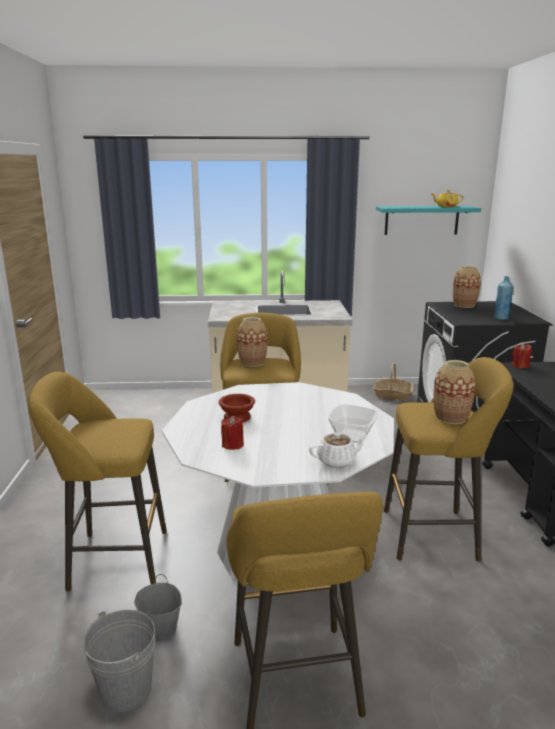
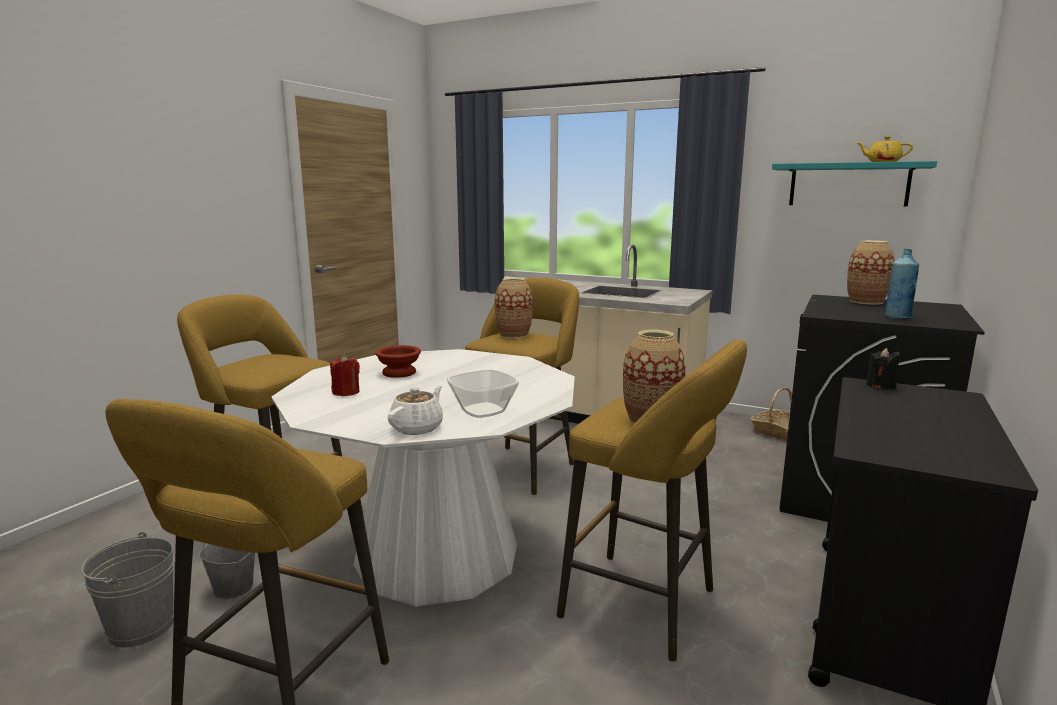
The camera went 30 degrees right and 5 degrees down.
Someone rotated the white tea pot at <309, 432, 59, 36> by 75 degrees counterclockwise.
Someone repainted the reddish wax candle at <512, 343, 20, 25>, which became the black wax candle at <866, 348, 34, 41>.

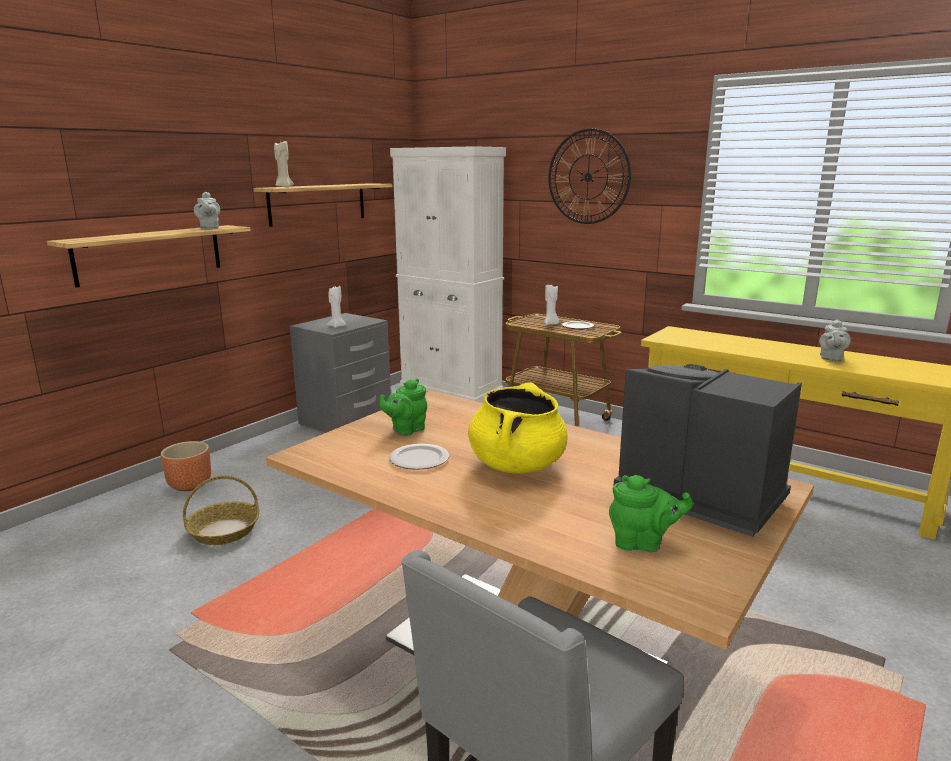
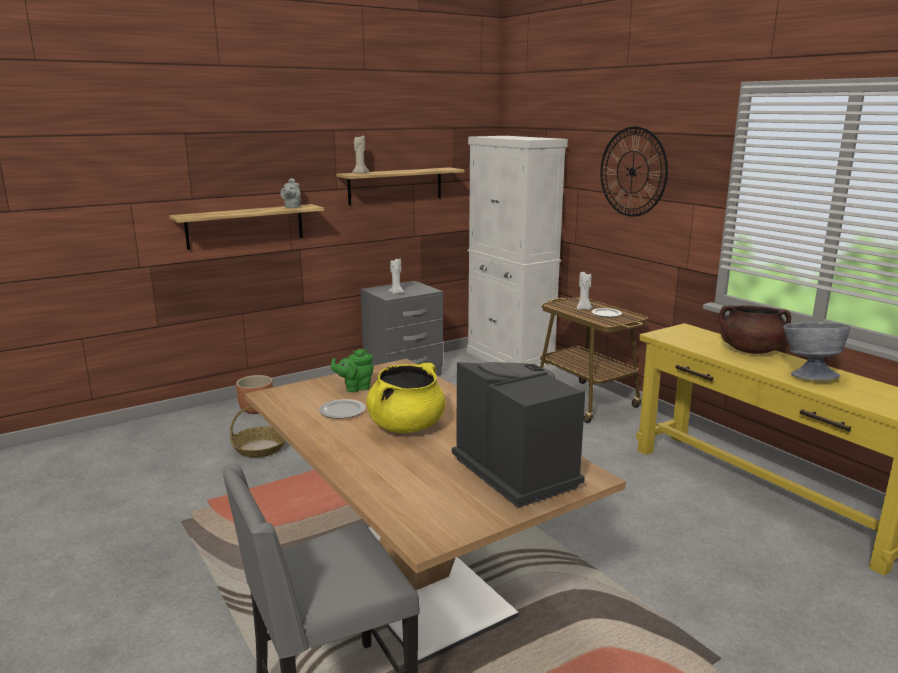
The camera went 20 degrees right and 0 degrees up.
Someone took away the green-coloured tea pot at <609, 475, 84, 77>.
Someone swapped the grey tea pot at <819, 319, 32, 43> for the grey bowl at <783, 322, 68, 58>.
Someone put down the brown saucepot at <719, 305, 72, 49>.

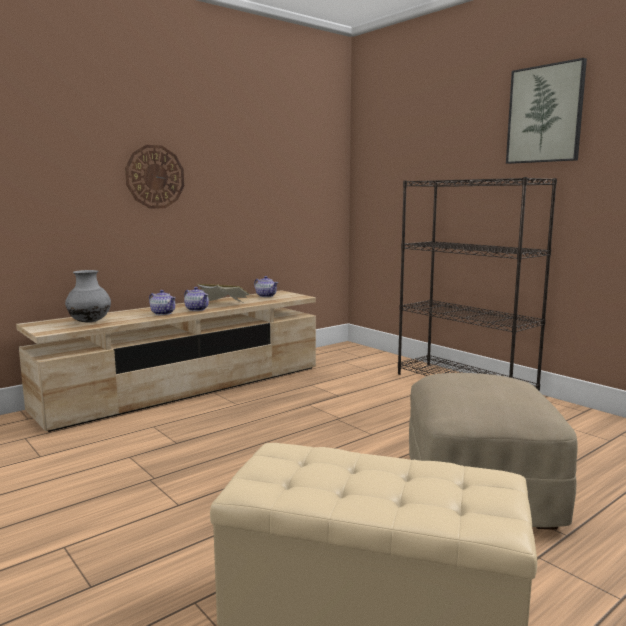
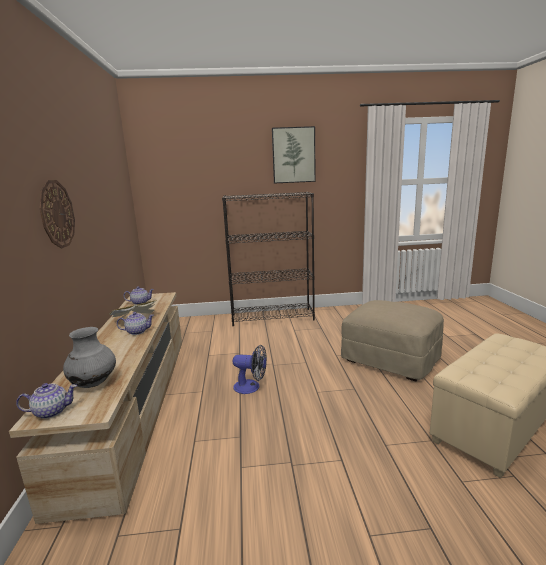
The camera went 55 degrees left and 5 degrees up.
Someone carried the tea pot from <149, 290, 27, 25> to <16, 383, 61, 36>.
Someone put down the electric fan at <232, 345, 35, 49>.

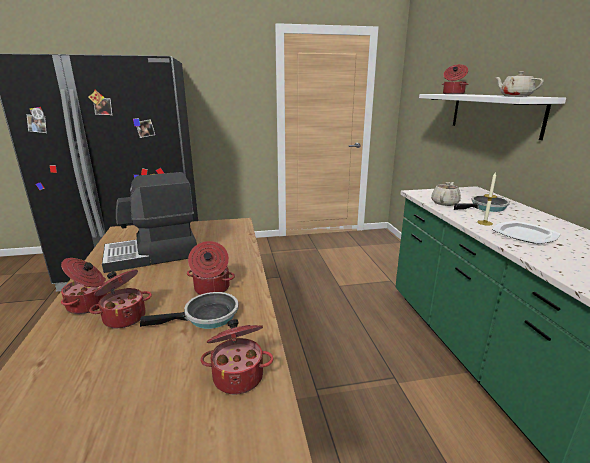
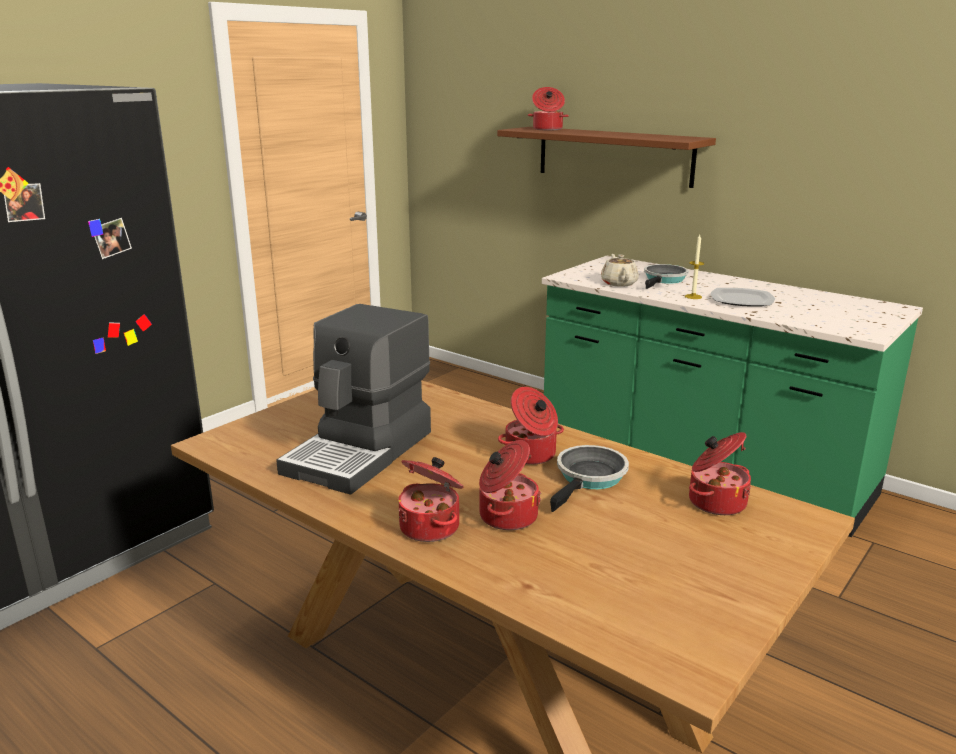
The camera went 40 degrees left and 0 degrees up.
Someone repainted the white bracket shelf at <419, 94, 147, 46>, which became the brown bracket shelf at <497, 127, 219, 61>.
Someone took away the beige-coloured tea pot at <495, 71, 49, 26>.

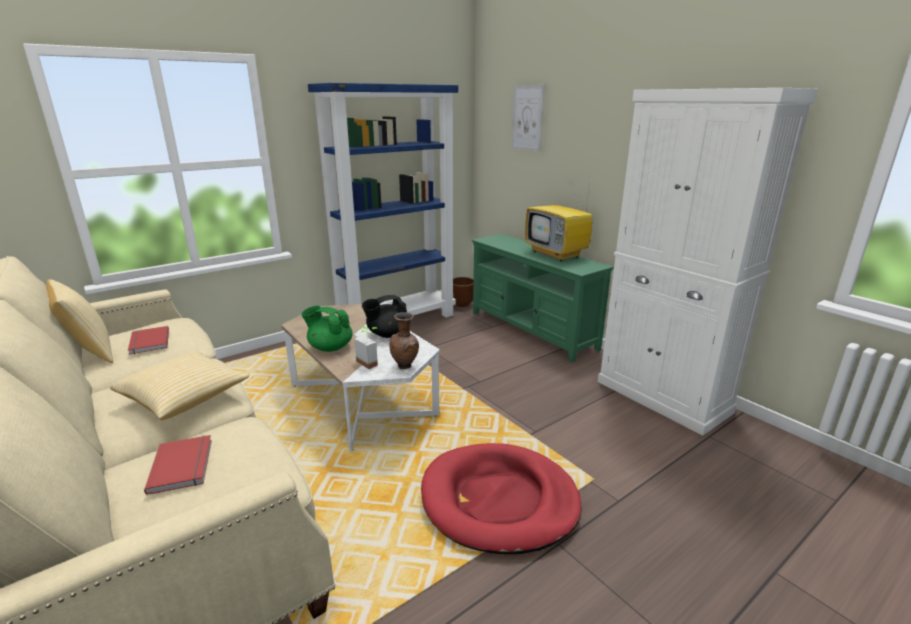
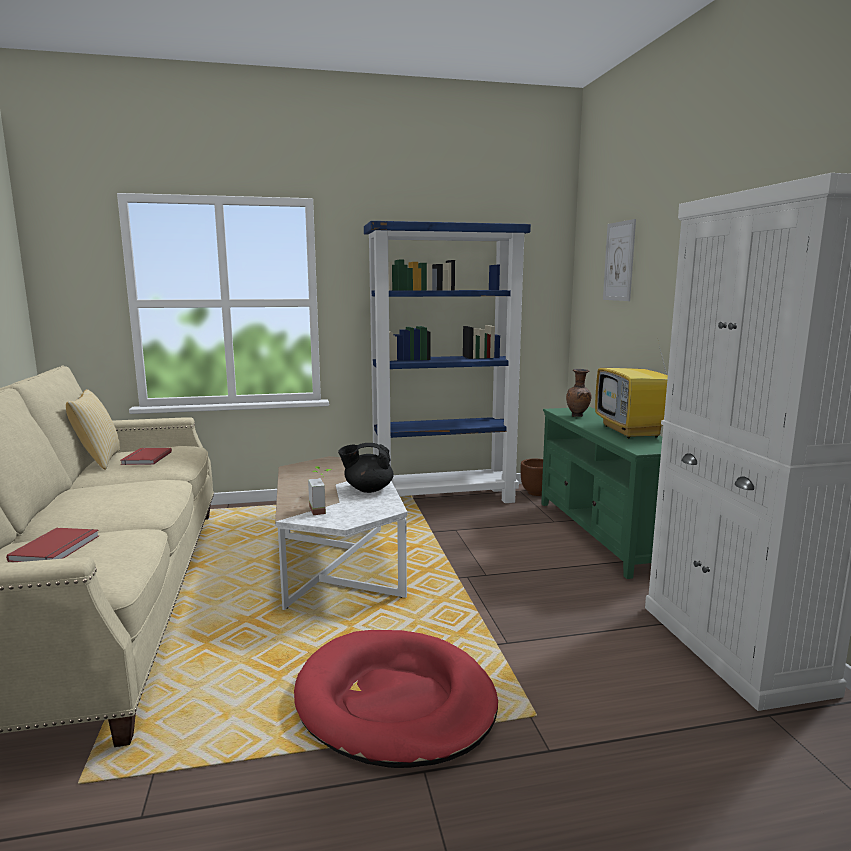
The camera went 25 degrees right and 10 degrees down.
Someone took away the throw pillow at <110, 352, 139, 68>.
Someone took away the green-coloured tea pot at <301, 306, 52, 46>.
Someone carried the brown decorative vase from <389, 312, 30, 58> to <566, 369, 26, 48>.

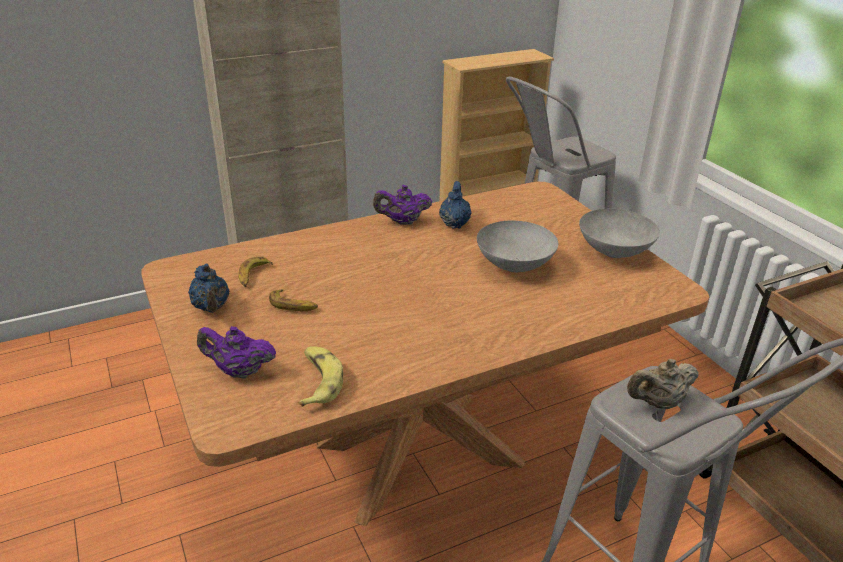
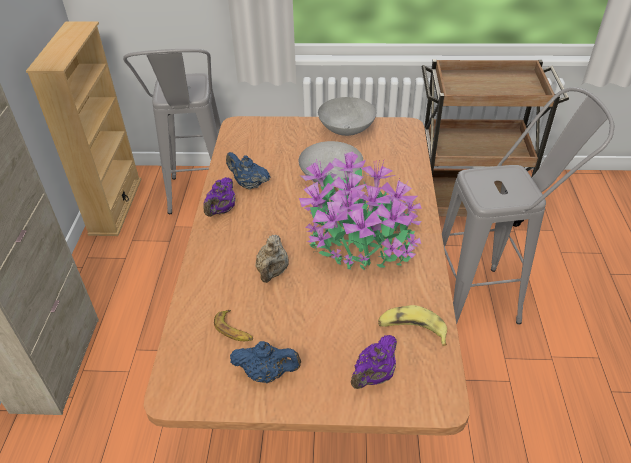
The camera went 60 degrees left and 10 degrees up.
Someone took away the banana fruit at <269, 289, 49, 22>.
Someone carried the beige-coloured tea pot from <627, 359, 72, 50> to <255, 235, 34, 48>.
Someone put down the potted plant at <299, 152, 123, 118>.

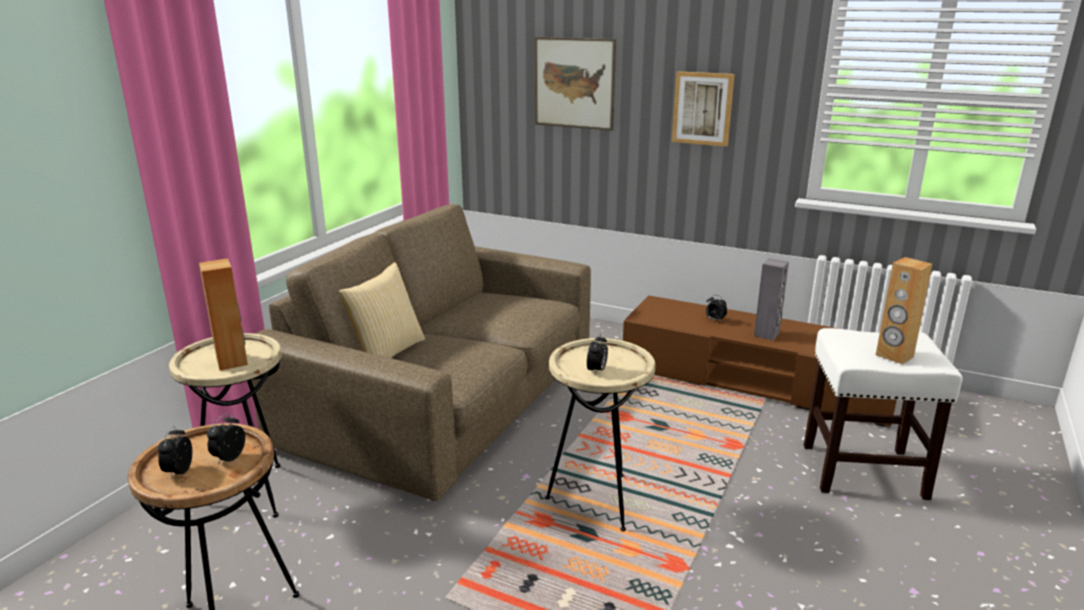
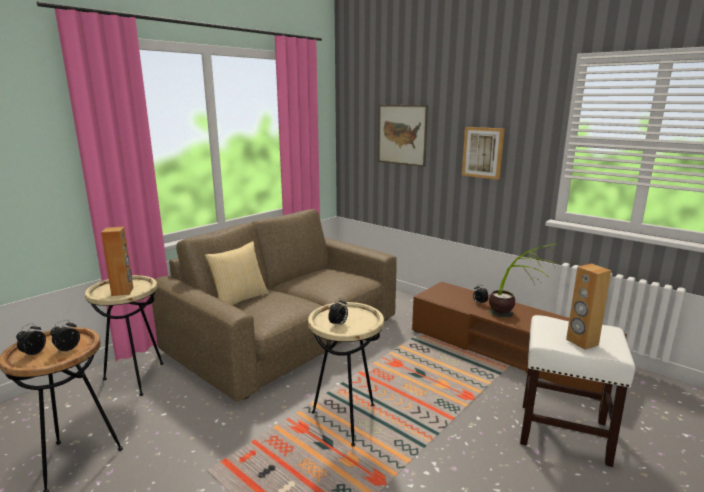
The camera went 15 degrees right and 5 degrees down.
Someone swapped the grey audio speaker at <754, 258, 35, 83> for the potted plant at <489, 243, 69, 75>.

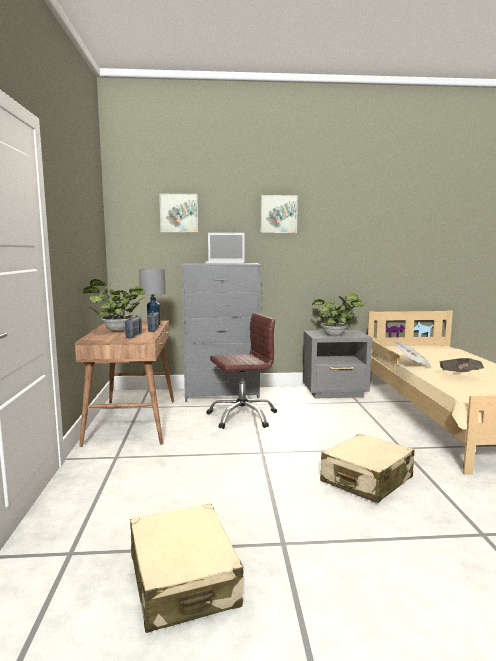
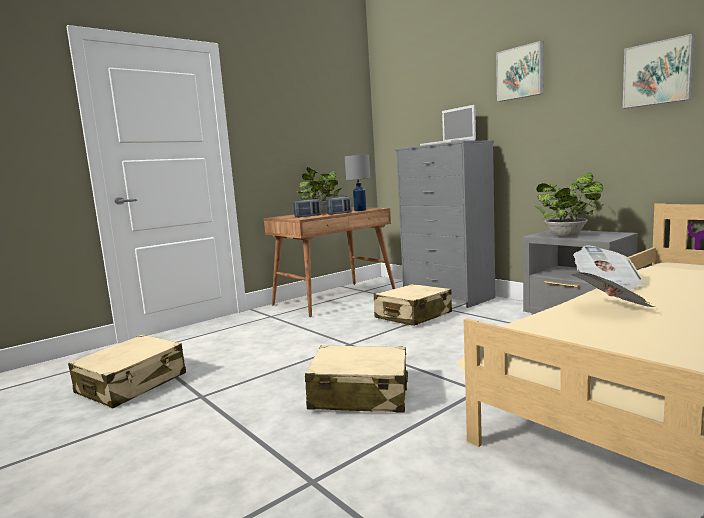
The camera went 55 degrees right and 0 degrees up.
Someone carried the wall picture from <159, 194, 39, 38> to <623, 34, 71, 74>.
Someone swapped the brown office chair at <206, 313, 71, 116> for the beige-coloured suitcase at <374, 284, 78, 42>.

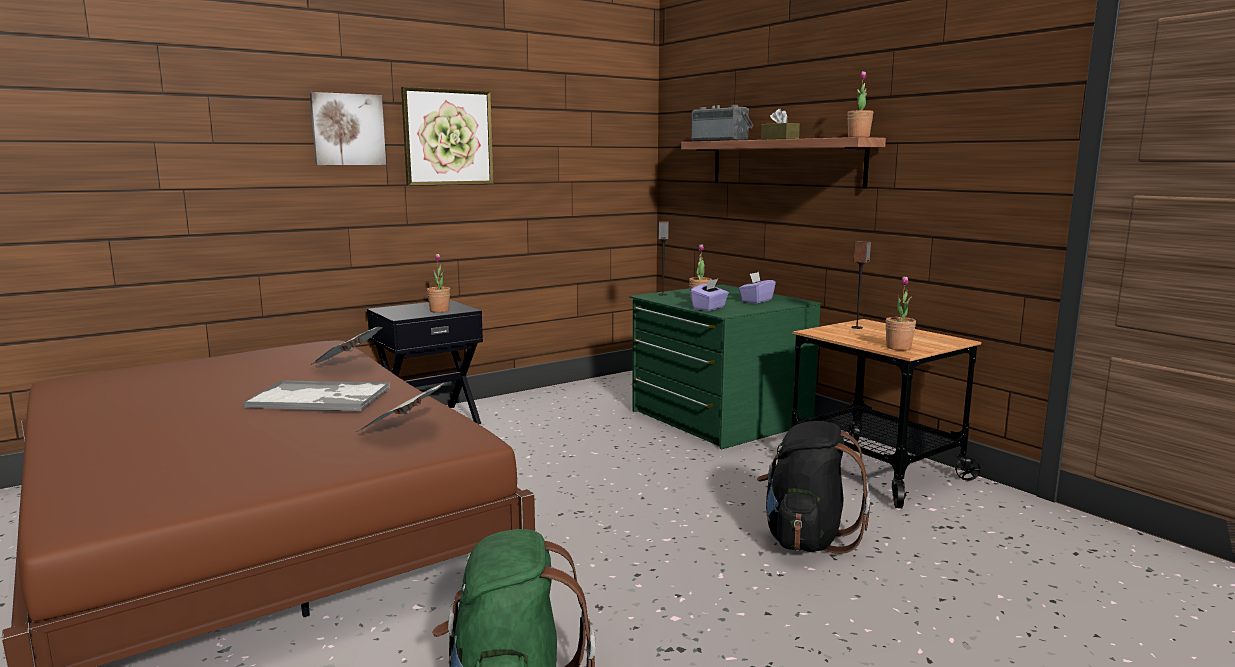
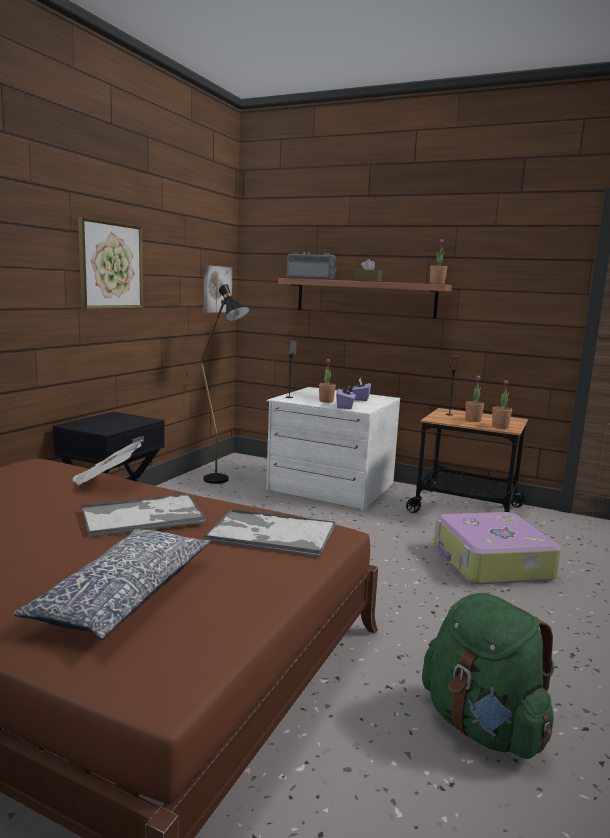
The camera went 30 degrees left and 0 degrees up.
Someone carried the wall picture from <310, 92, 76, 73> to <204, 265, 28, 48>.
Someone swapped the daily paper at <356, 382, 91, 50> for the serving tray at <204, 509, 131, 49>.
Someone carried the potted plant from <427, 254, 23, 59> to <465, 375, 19, 47>.
Someone repainted the green-coloured chest of drawers at <629, 284, 192, 165>, which became the white chest of drawers at <266, 387, 134, 123>.
Someone swapped the black rucksack at <757, 421, 114, 133> for the suitcase at <434, 512, 127, 73>.
Someone put down the throw pillow at <13, 529, 197, 111>.
Someone put down the black floor lamp at <201, 284, 49, 200>.

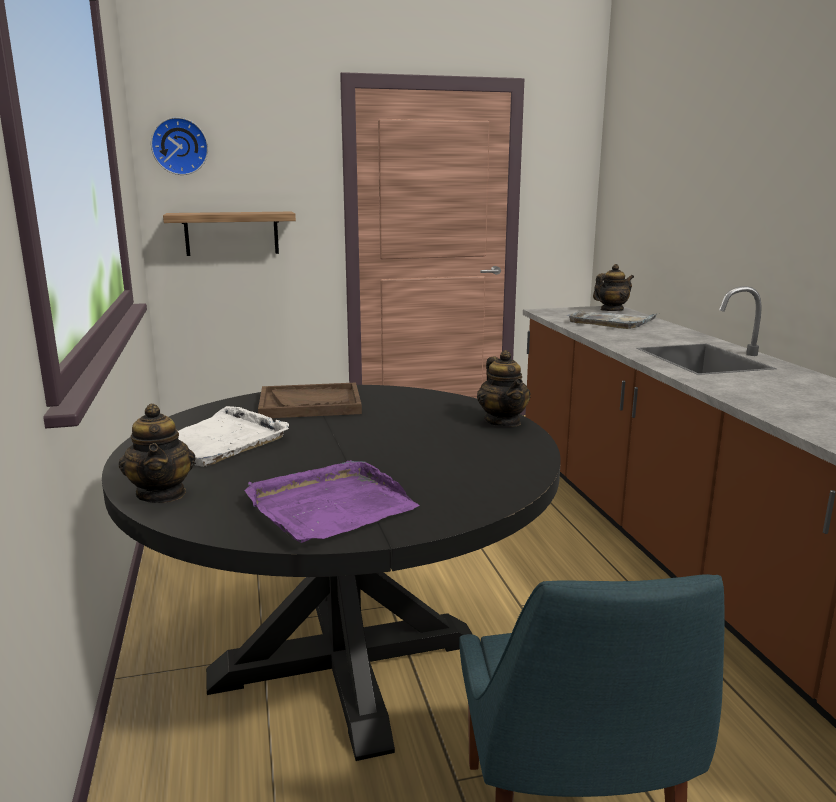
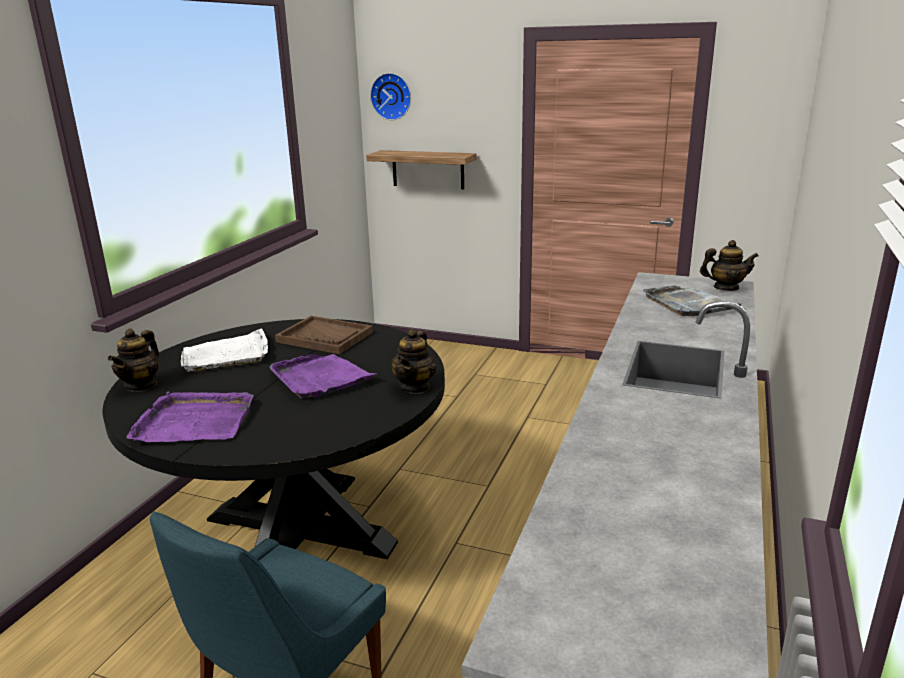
The camera went 35 degrees right and 5 degrees up.
Someone put down the purple-coloured serving tray at <269, 354, 107, 44>.

